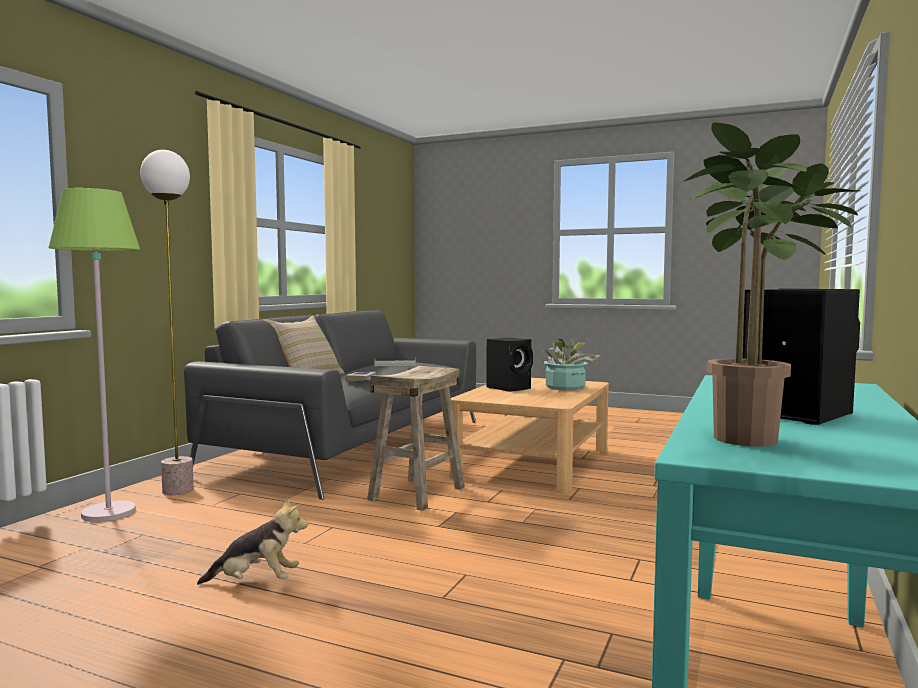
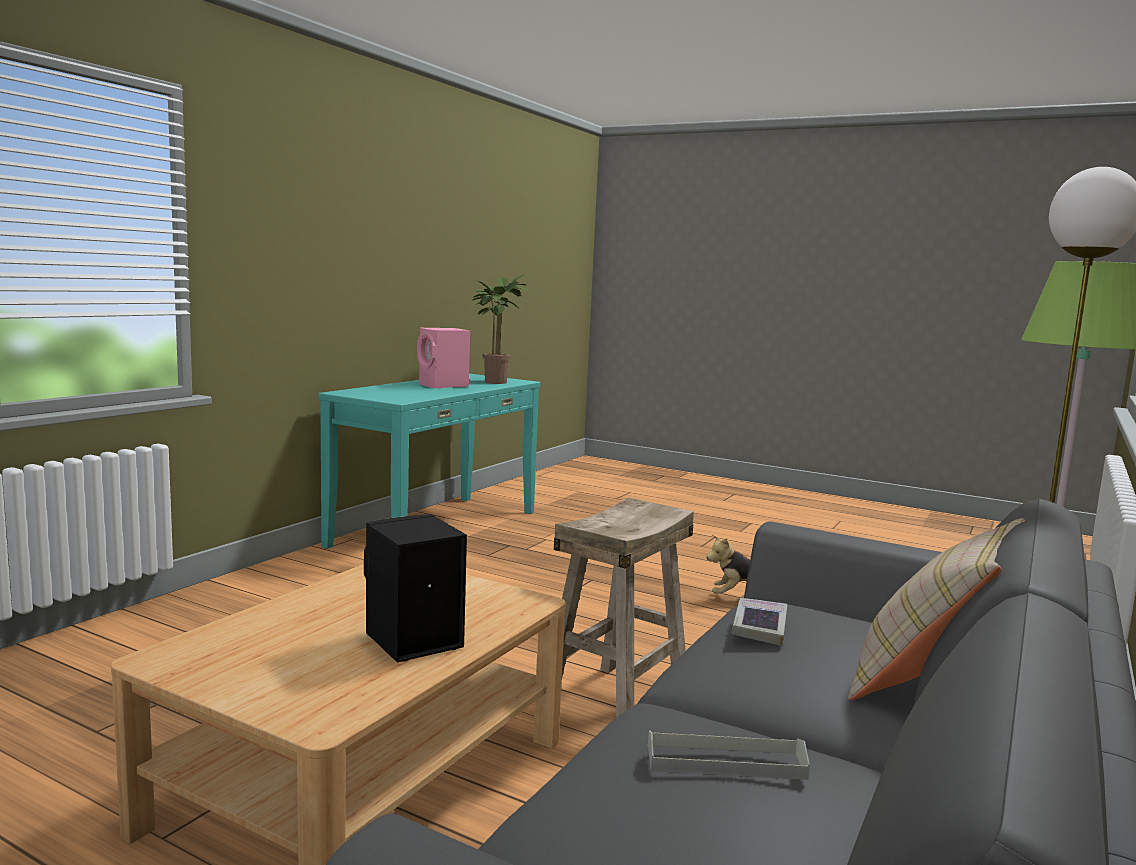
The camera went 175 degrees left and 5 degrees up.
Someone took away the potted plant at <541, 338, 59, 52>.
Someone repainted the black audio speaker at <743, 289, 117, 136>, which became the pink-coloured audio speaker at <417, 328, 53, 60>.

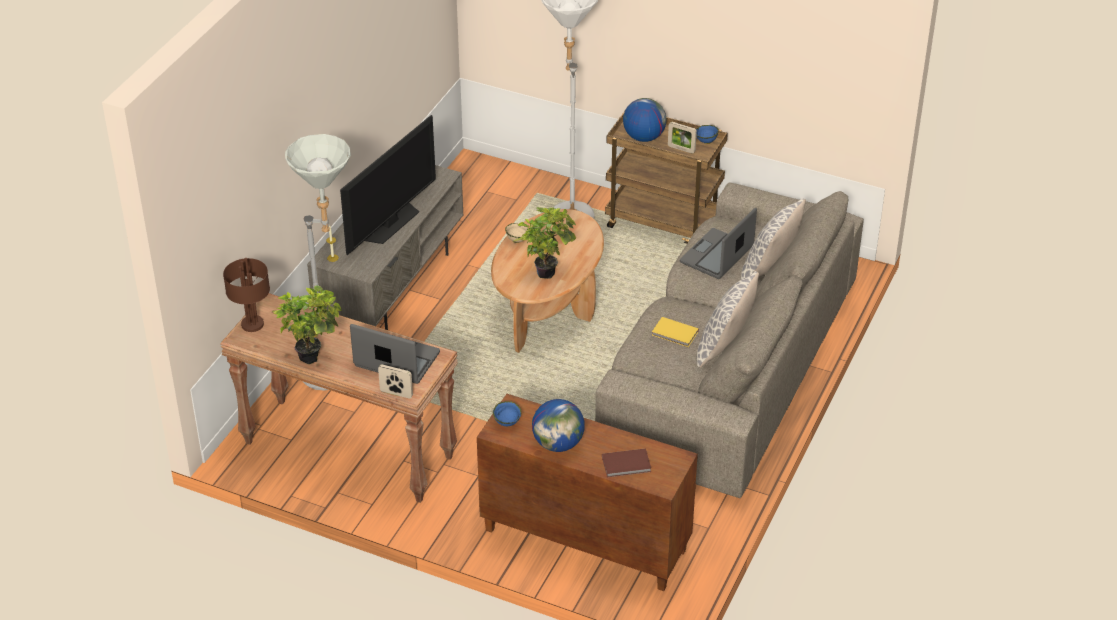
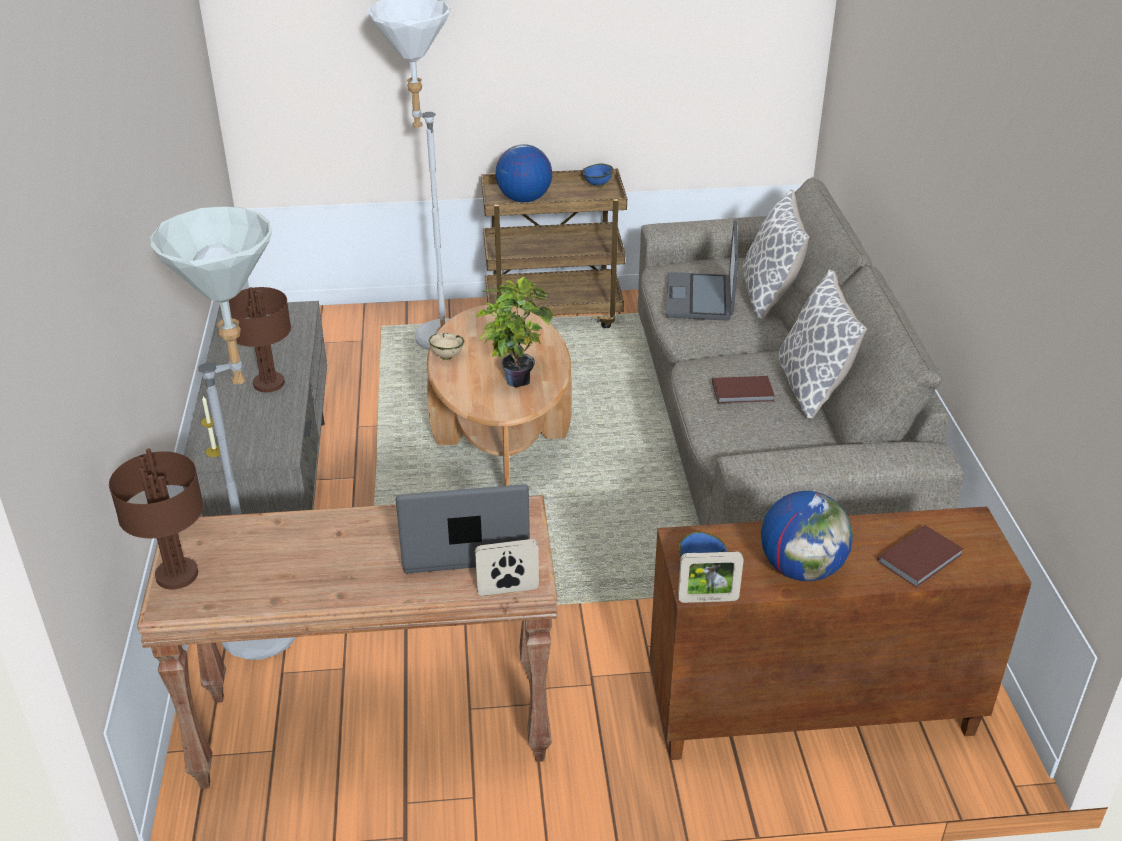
The camera went 30 degrees left and 5 degrees down.
Someone took away the potted plant at <272, 285, 70, 79>.
Someone swapped the TV at <340, 115, 96, 140> for the brown table lamp at <229, 287, 62, 105>.
Someone repainted the yellow book at <652, 317, 47, 30>, which became the brown book at <712, 376, 63, 27>.
Someone carried the standing frame from <668, 122, 29, 31> to <678, 552, 66, 51>.

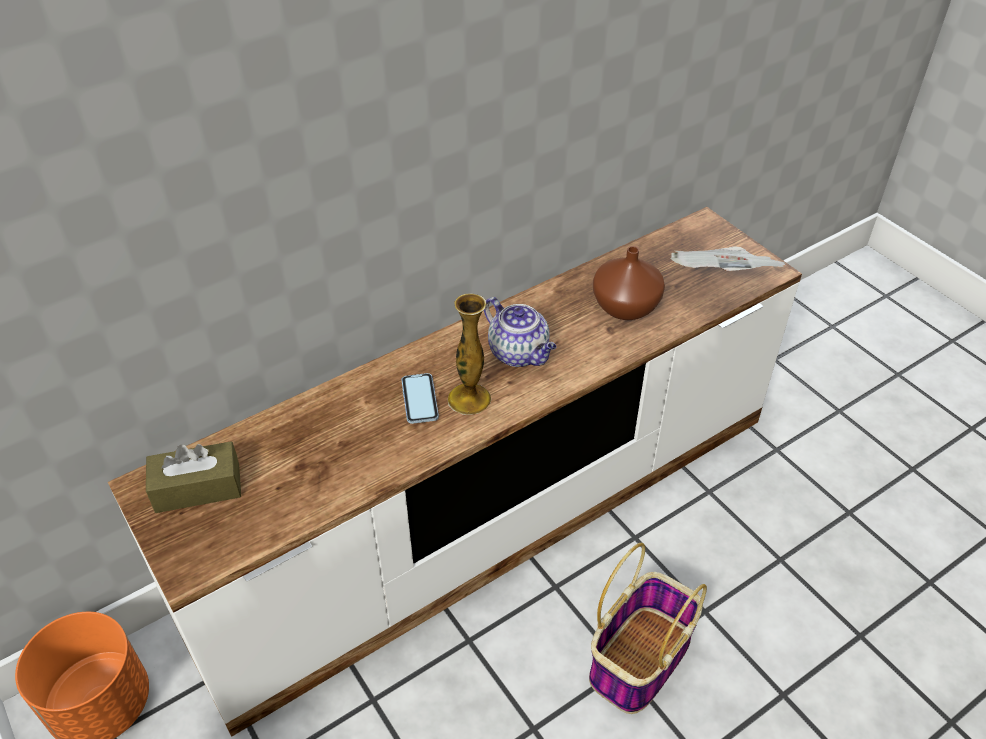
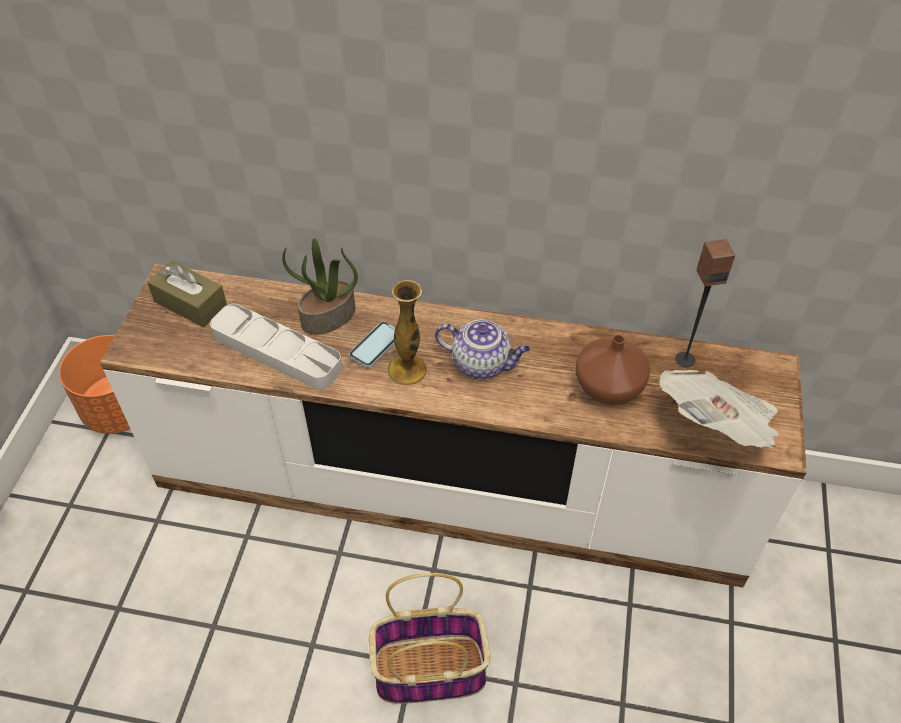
The camera went 45 degrees right and 5 degrees up.
Someone rotated the tea pot at <484, 297, 72, 70> by 75 degrees counterclockwise.
Someone put down the grey serving tray at <210, 304, 132, 86>.
Someone put down the potted plant at <282, 238, 76, 97>.
Someone put down the audio speaker at <675, 239, 60, 128>.

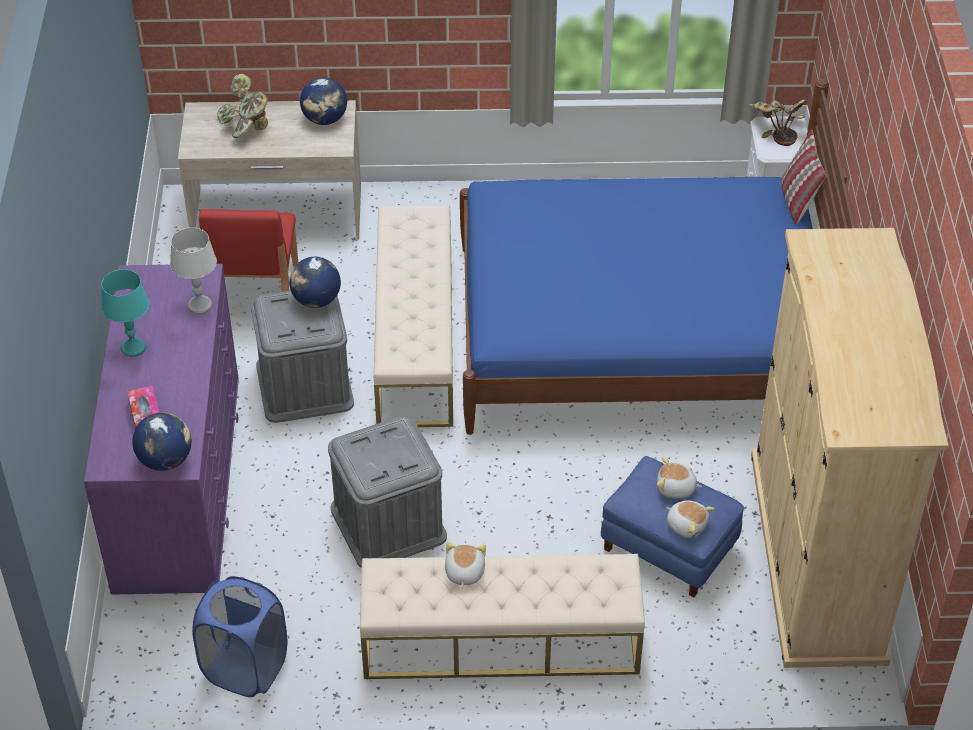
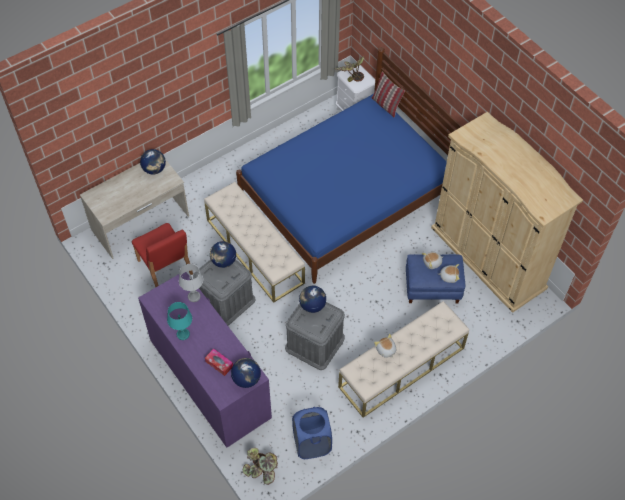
The camera went 35 degrees left and 10 degrees up.
Someone carried the potted plant from <217, 74, 51, 64> to <243, 448, 35, 37>.
Someone put down the globe at <299, 286, 27, 27>.

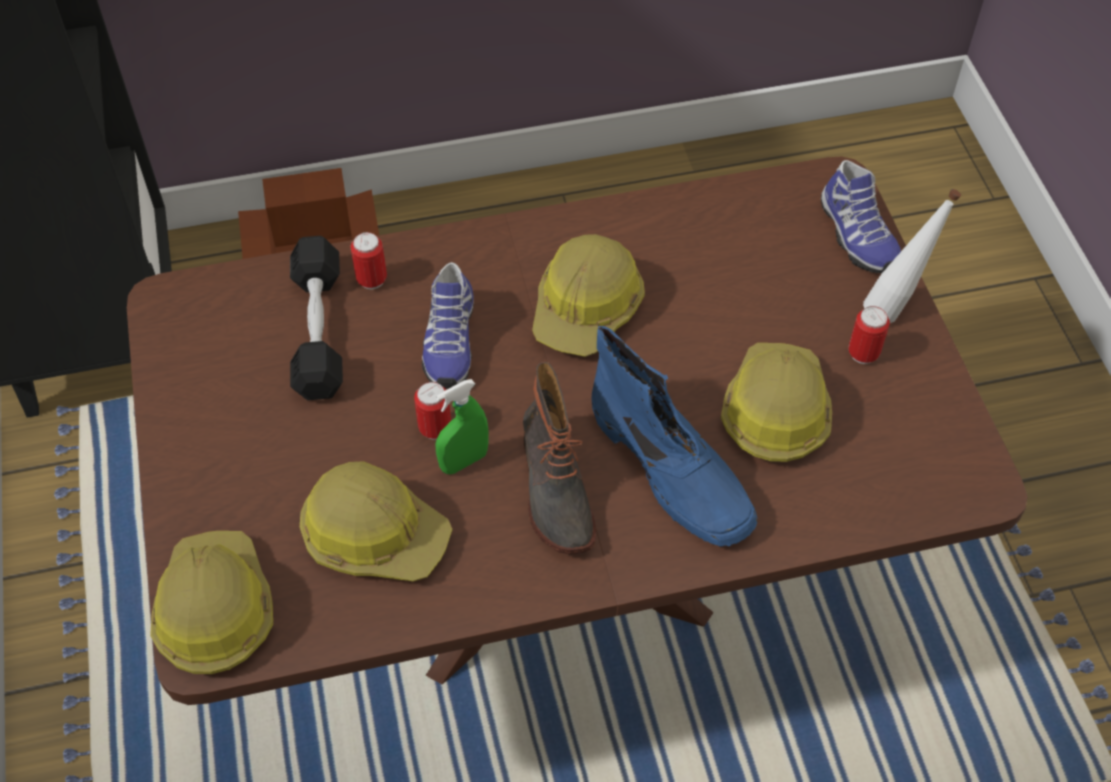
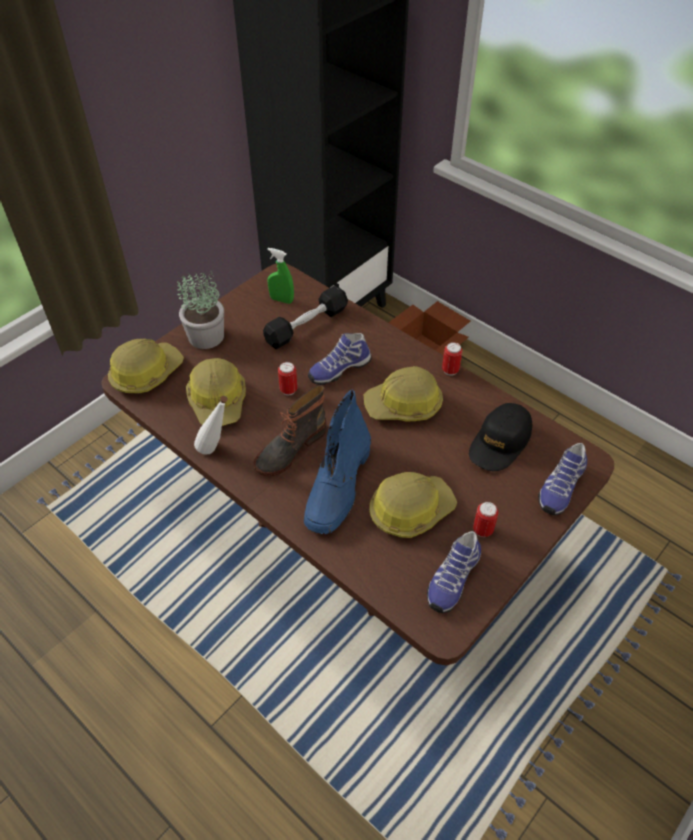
The camera went 55 degrees right and 5 degrees down.
Someone carried the can from <351, 232, 36, 57> to <442, 342, 20, 34>.
Someone carried the green-coloured hand sprayer from <435, 379, 54, 95> to <268, 248, 26, 56>.
Someone carried the white drink bottle from <863, 189, 98, 134> to <194, 396, 34, 59>.
Someone put down the potted plant at <177, 270, 47, 79>.
Someone put down the shoe at <427, 531, 54, 82>.
Someone put down the black cap at <469, 403, 63, 68>.

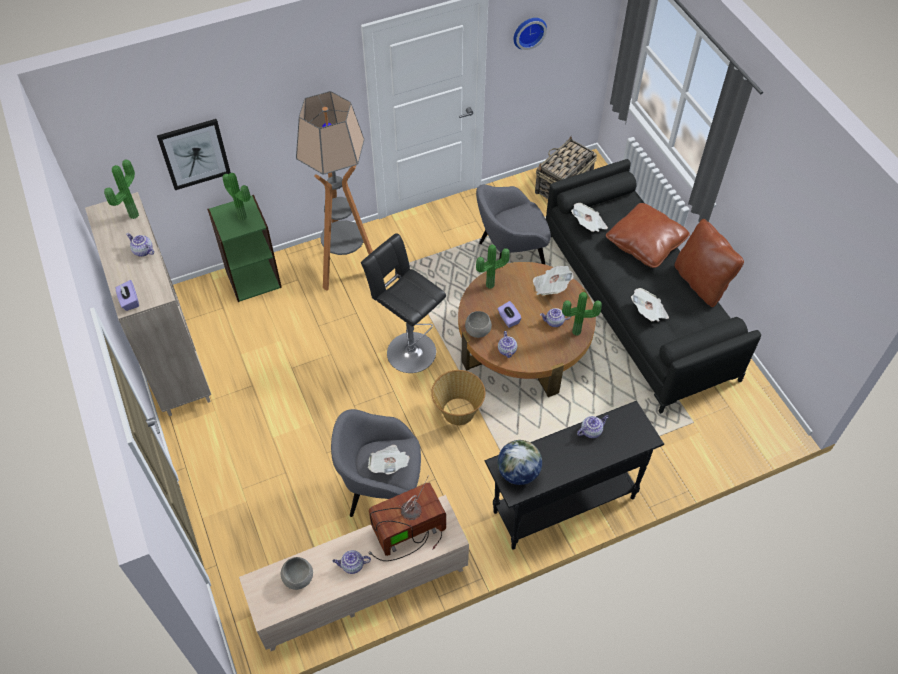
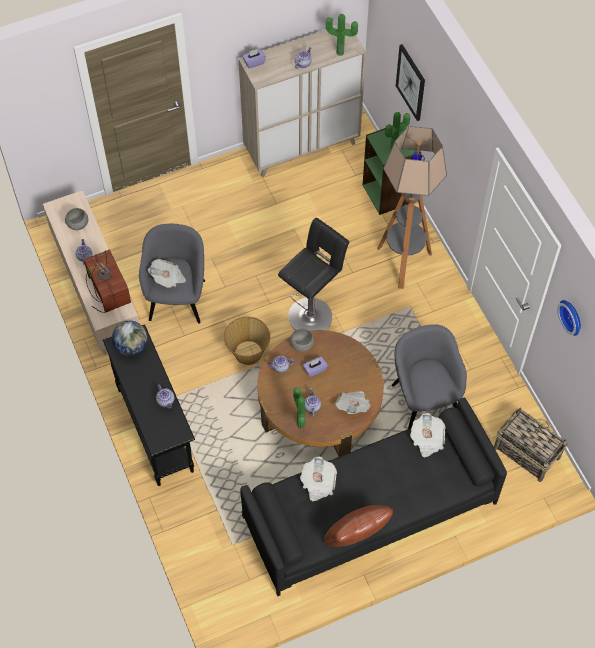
The camera went 90 degrees right and 5 degrees up.
Someone took away the potted plant at <476, 244, 34, 45>.
Someone took away the brown throw pillow at <606, 203, 84, 65>.

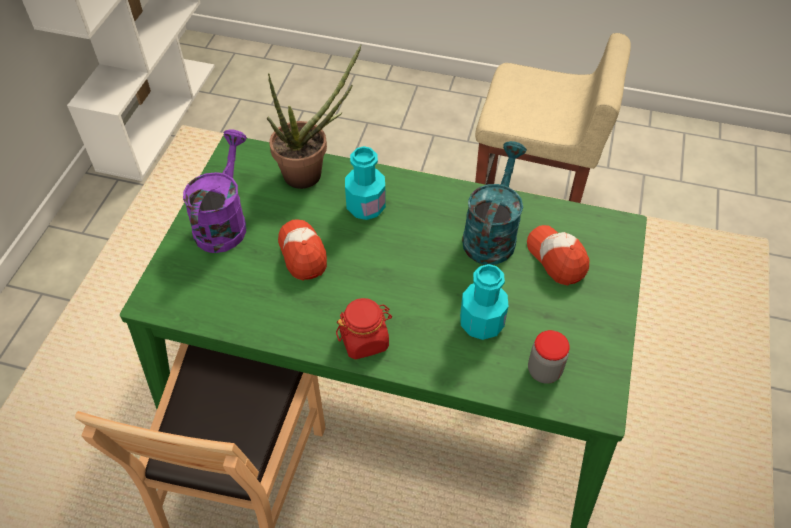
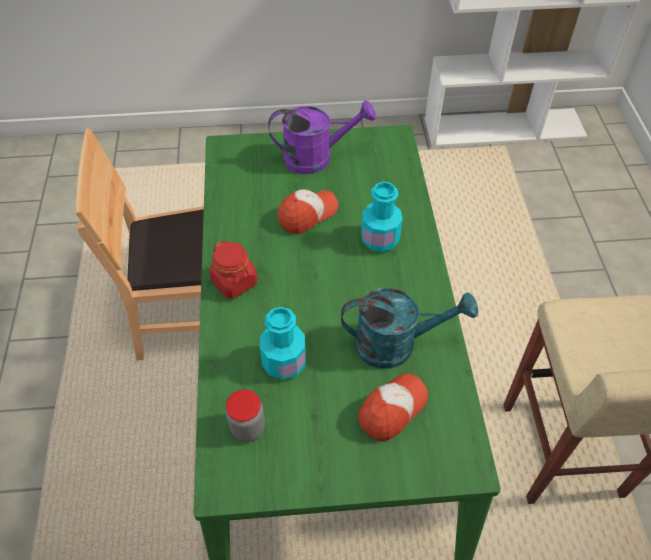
The camera went 70 degrees right and 0 degrees up.
Someone took away the potted plant at <267, 44, 95, 145>.

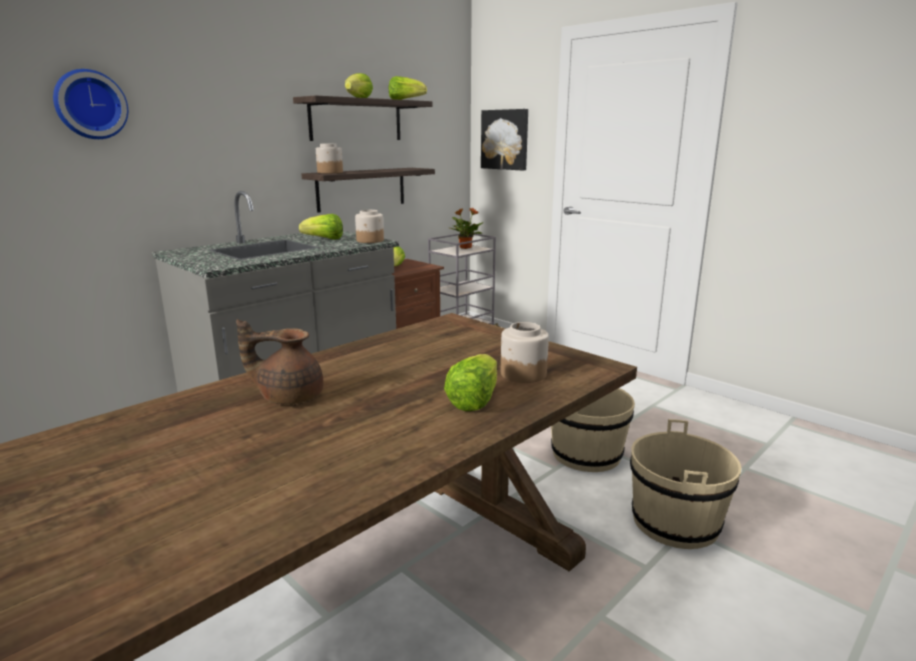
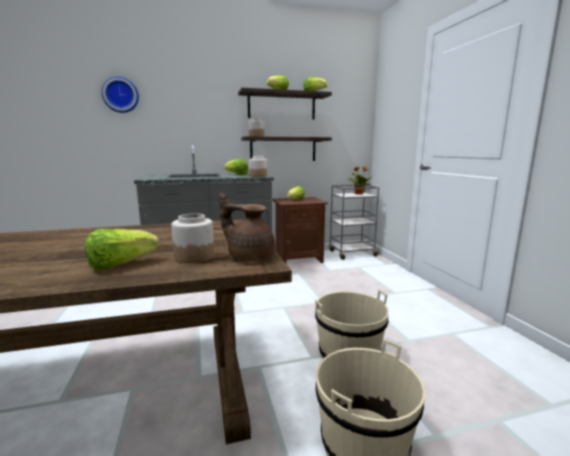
The camera went 30 degrees right and 5 degrees down.
Someone carried the brown tea pot from <236, 319, 87, 85> to <220, 192, 56, 69>.
Someone took away the wall picture at <481, 109, 47, 62>.

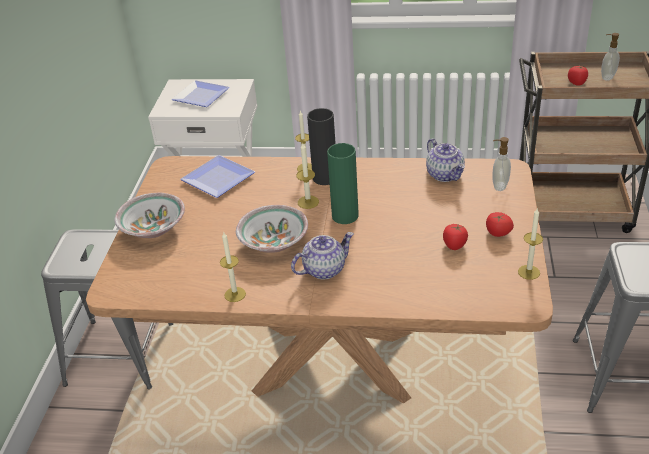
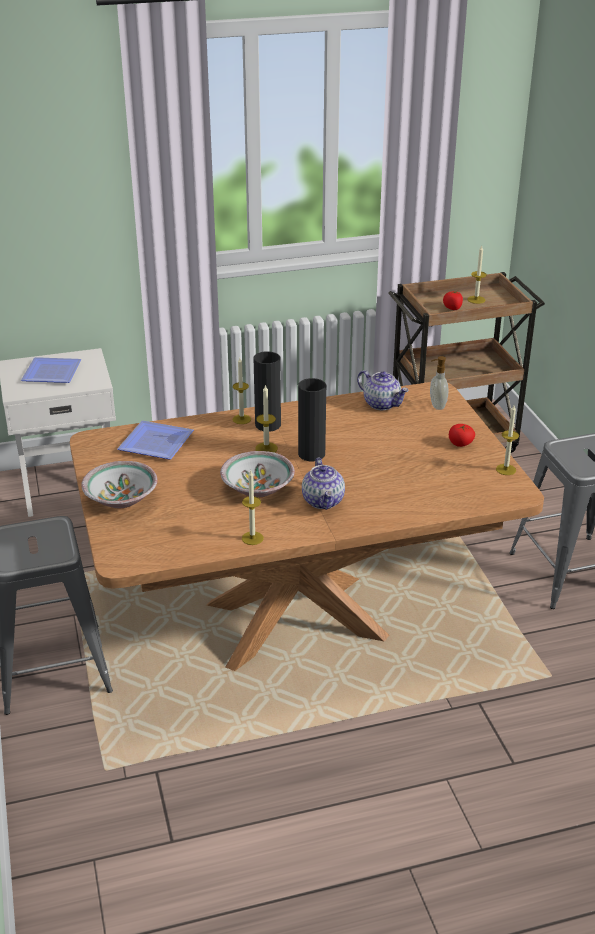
The camera went 25 degrees left and 5 degrees down.
Someone rotated the tea pot at <291, 232, 63, 47> by 135 degrees clockwise.
Someone repainted the green-coloured decorative vase at <327, 143, 32, 81>, which became the black decorative vase at <298, 378, 28, 83>.
Someone took away the fresh tomato at <443, 223, 25, 27>.
Someone swapped the soap dispenser at <601, 33, 19, 48> for the wax candle at <467, 246, 20, 58>.

